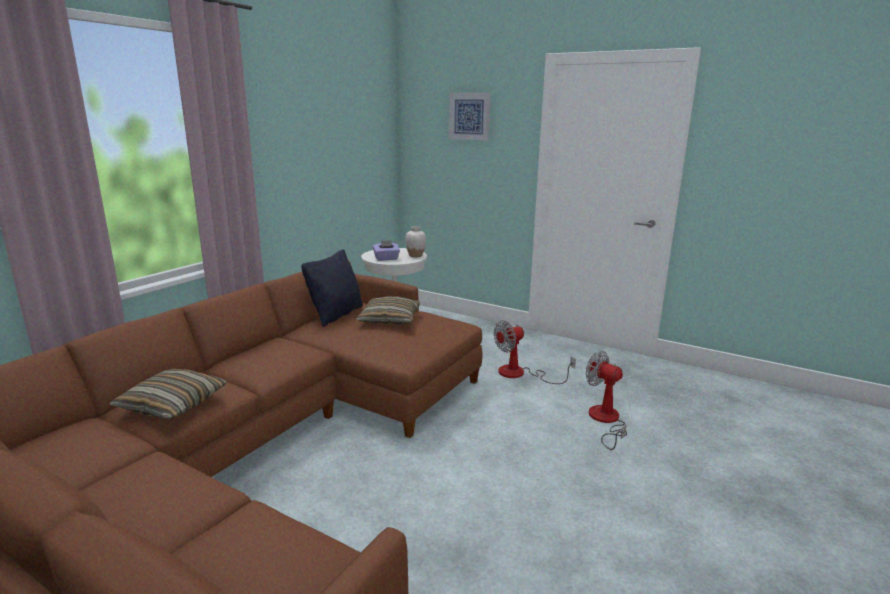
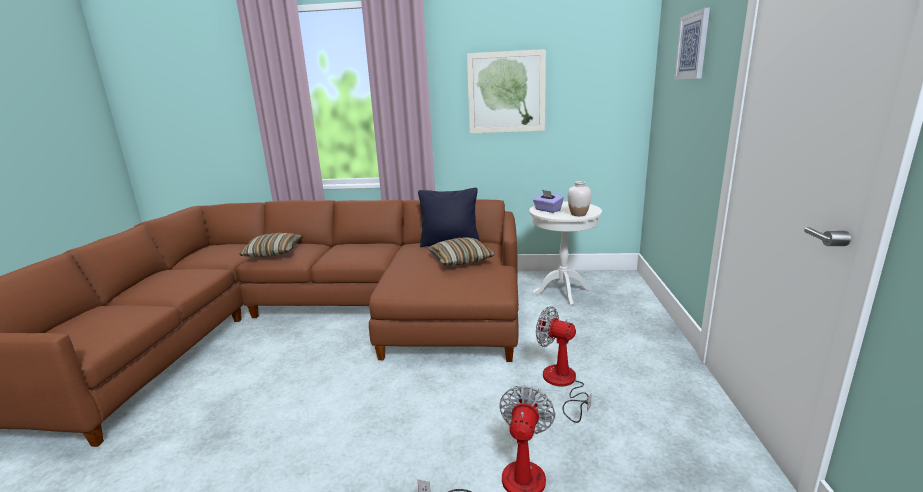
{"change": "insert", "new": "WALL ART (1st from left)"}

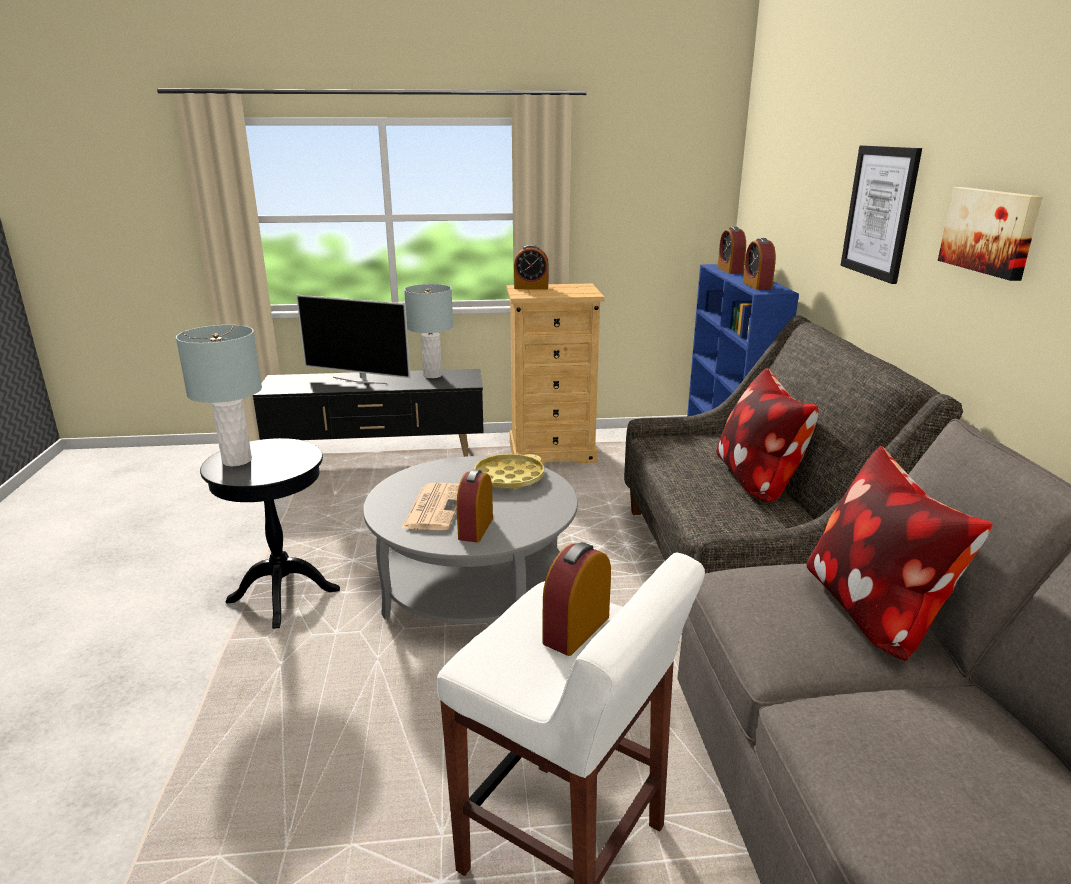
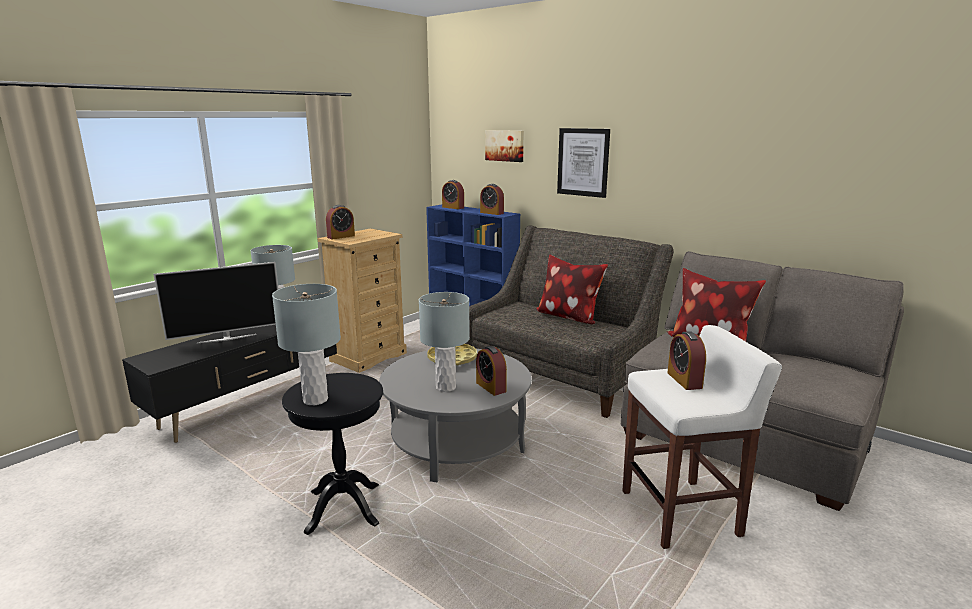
{"change": "move", "old": "WALL ART (2nd from left in the first image)", "new": "WALL ART (1st from left)"}
{"change": "replace", "old": "NEWSPAPER", "new": "GREYISH TABLETOP LAMP (3rd from left)"}

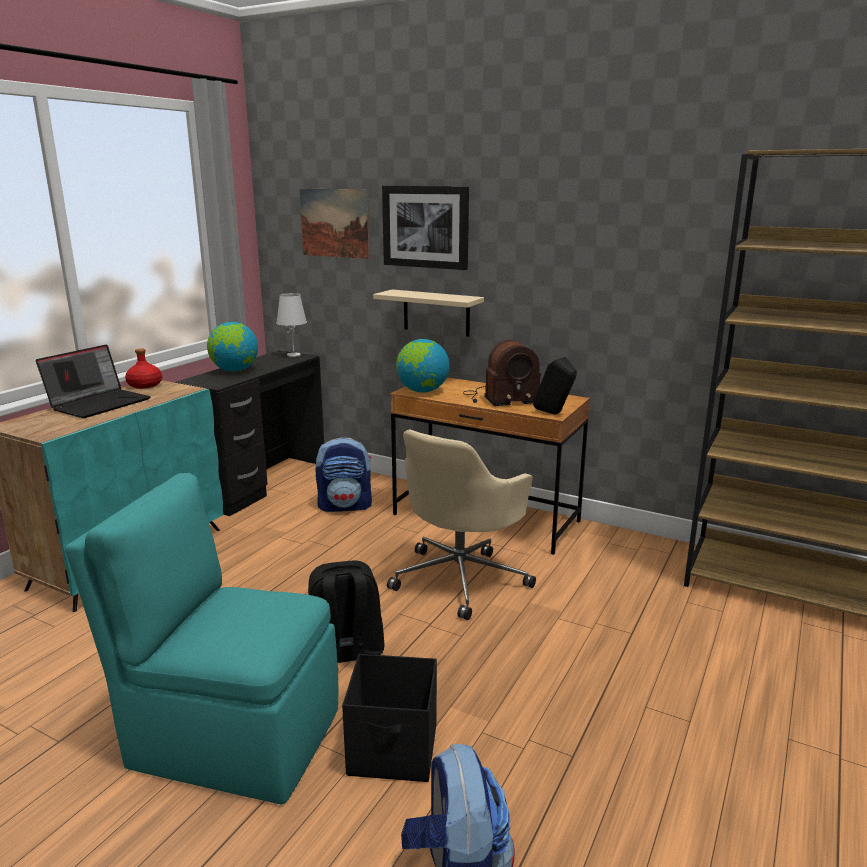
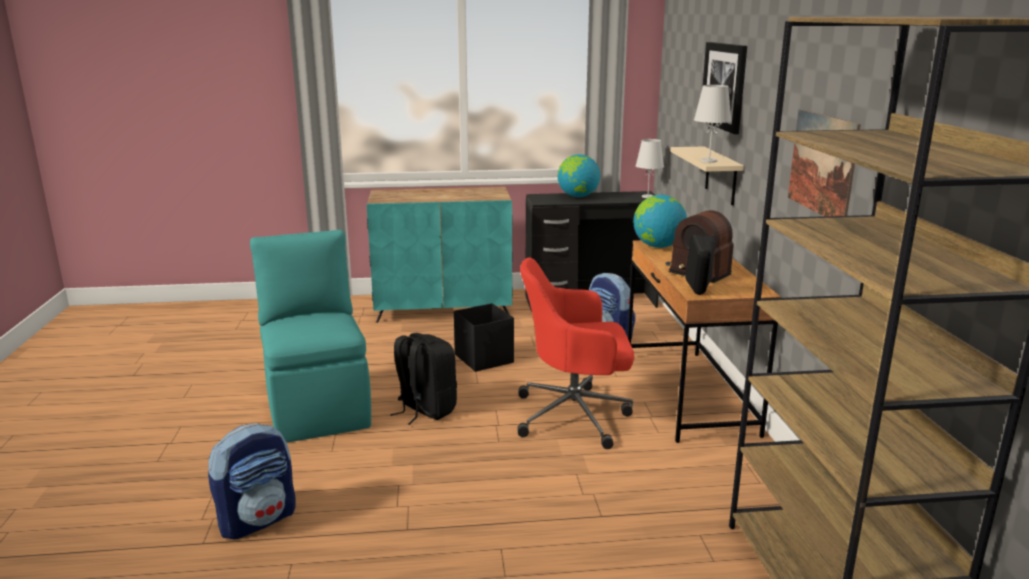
{"change": "delete", "old": "PORTABLE COMPUTER"}
{"change": "delete", "old": "REDDISH BEVERAGE BOTTLE"}
{"change": "insert", "new": "WHITISH TABLETOP LAMP (2nd from left)"}
{"change": "move", "old": "WALL ART (1st from left in the first image)", "new": "WALL ART (2nd from left)"}
{"change": "move", "old": "BLACK-COLOURED STORAGE BIN"}
{"change": "recolor", "old": "BEIGE DESK CHAIR", "new": "REDDISH DESK CHAIR"}

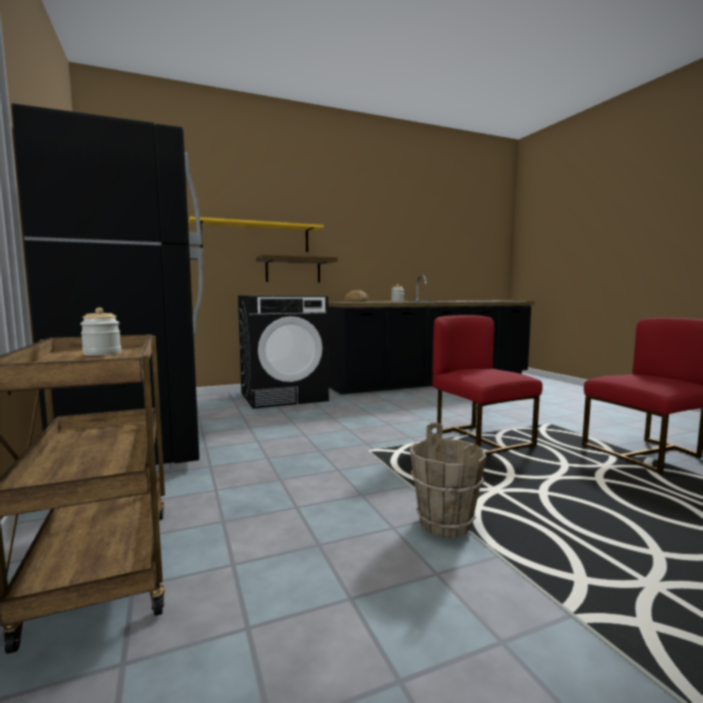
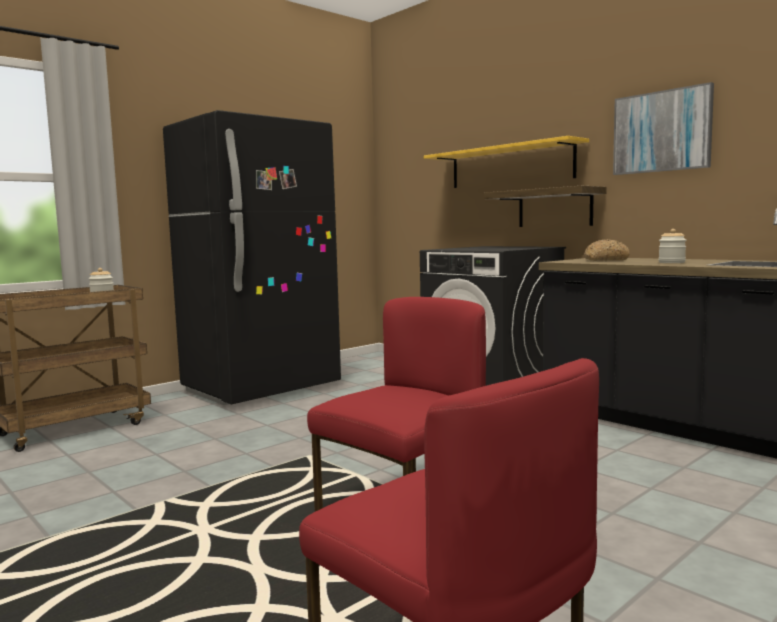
{"change": "delete", "old": "BROWN-COLOURED PAIL"}
{"change": "insert", "new": "WALL ART"}

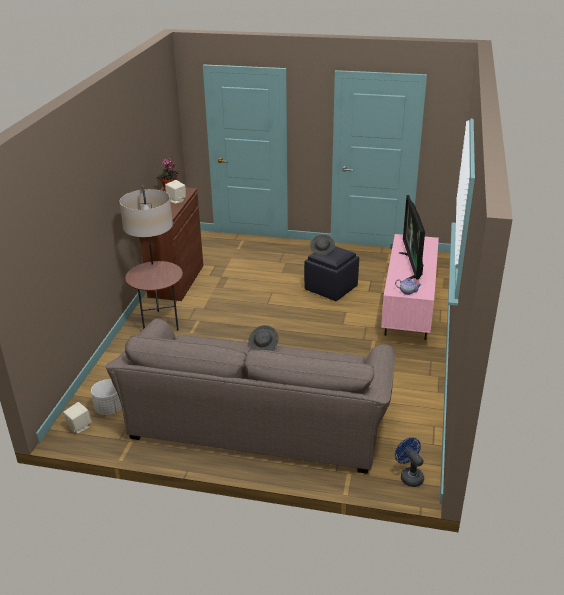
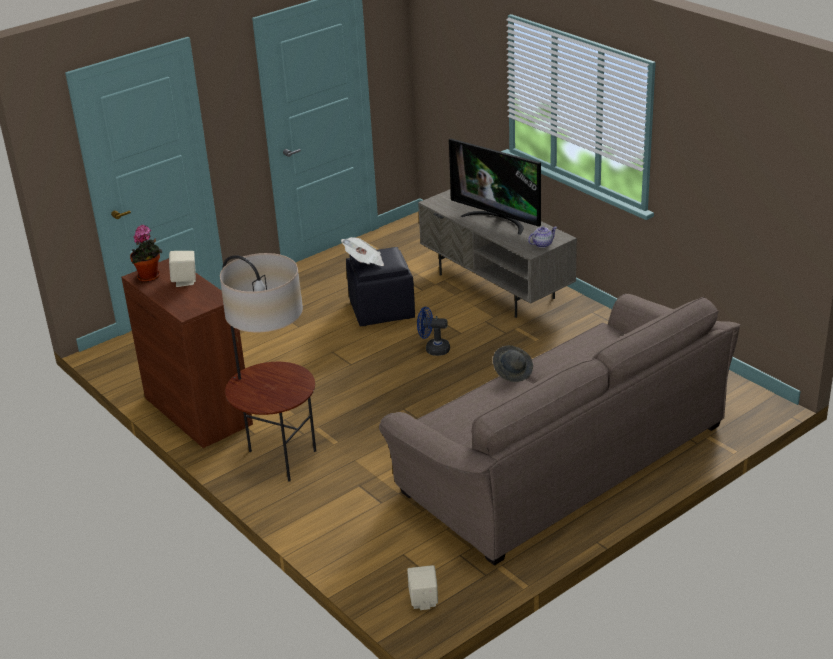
{"change": "delete", "old": "WHITISH FLOWER POT"}
{"change": "move", "old": "BLUE-COLOURED FAN"}
{"change": "replace", "old": "GREYISH HAT (2nd from left)", "new": "NEWSPAPER"}
{"change": "recolor", "old": "PINKISH MEDIA CONSOLE", "new": "GREYISH MEDIA CONSOLE"}

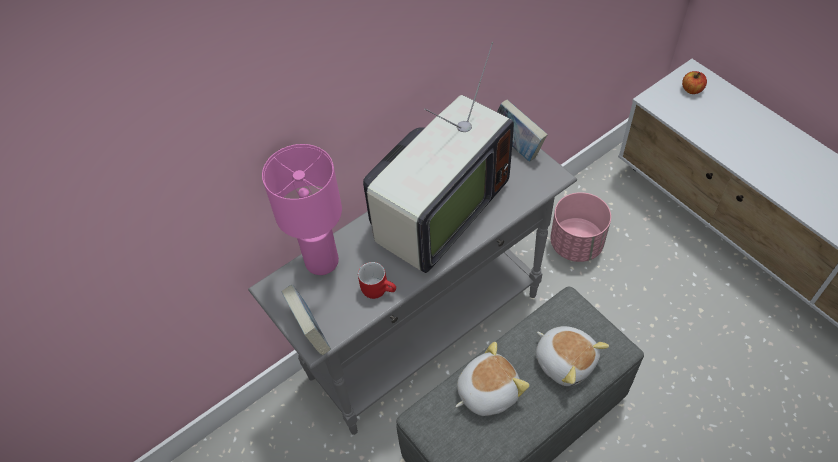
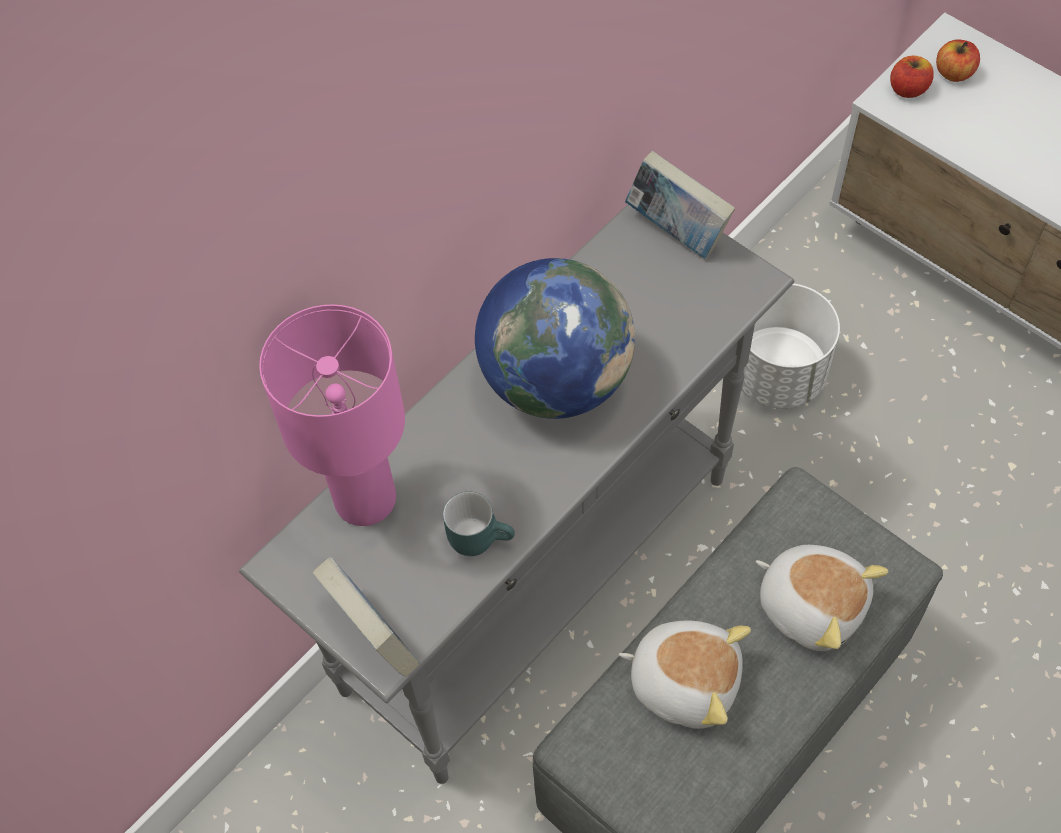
{"change": "insert", "new": "APPLE (1st from left)"}
{"change": "replace", "old": "TV", "new": "GLOBE"}
{"change": "recolor", "old": "REDDISH COFFEE MUG", "new": "TURQUOISE-COLOURED COFFEE MUG"}
{"change": "recolor", "old": "PINKISH FLOWER POT", "new": "WHITISH FLOWER POT"}
{"change": "rotate", "old": "CUDDLY TOY (1st from left)", "degrees": 60}

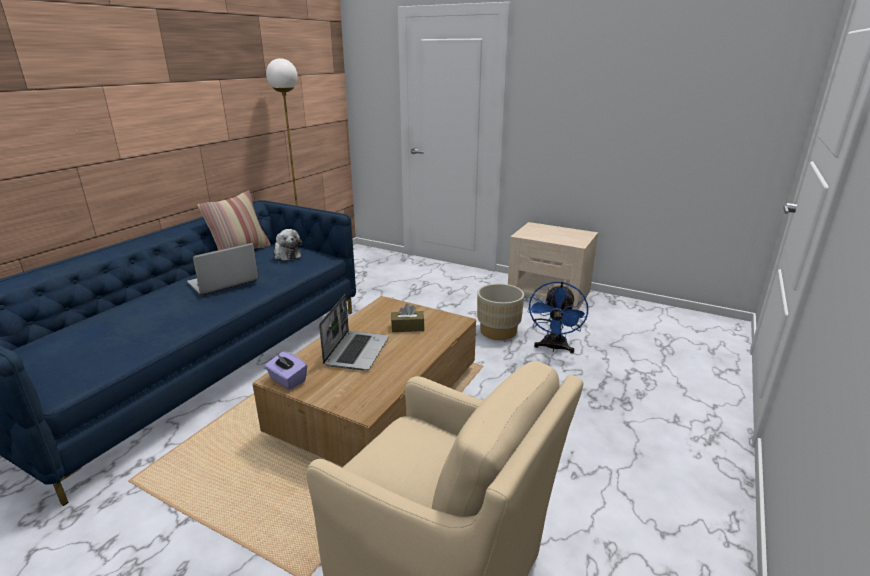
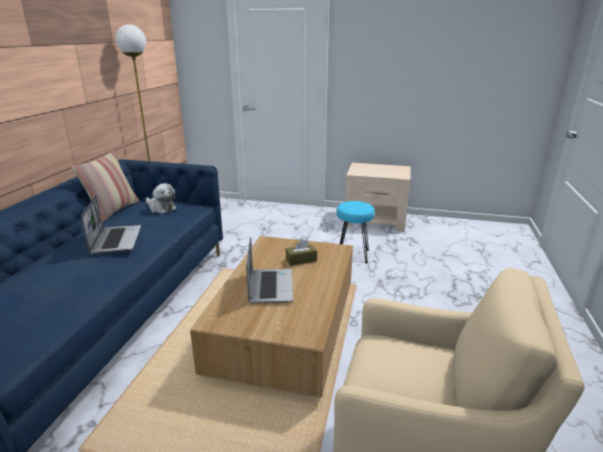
{"change": "delete", "old": "PURPLISH BOX OF TISSUES"}
{"change": "delete", "old": "BLUE-COLOURED FAN"}
{"change": "replace", "old": "BEIGE FLOWER POT", "new": "TURQUOISE-COLOURED SITTING STOOL"}
{"change": "rotate", "old": "PORTABLE COMPUTER (1st from left)", "degrees": 135}

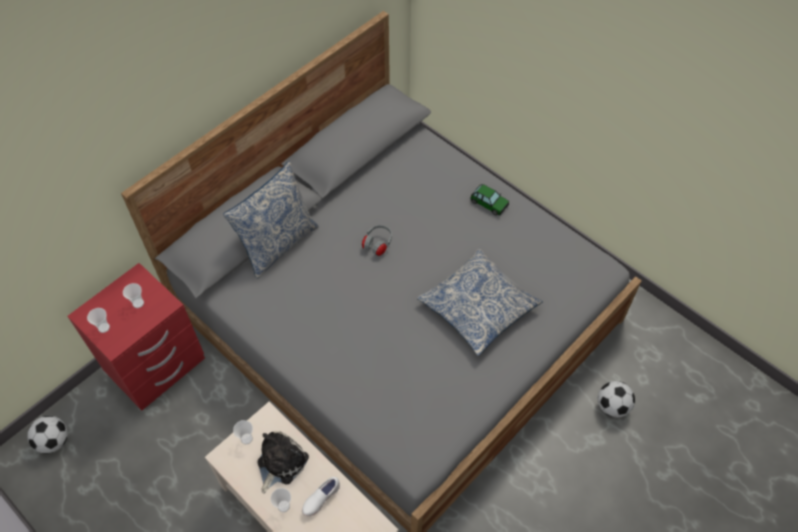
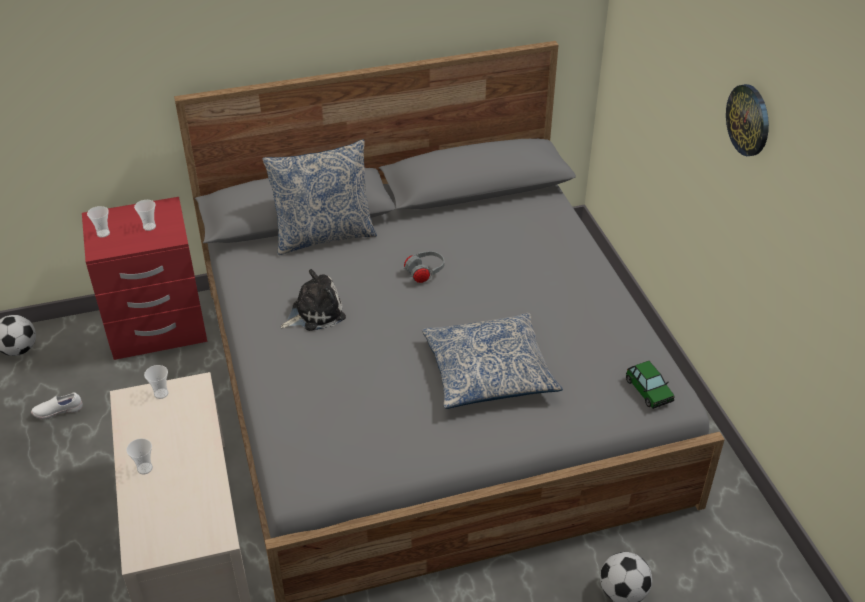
{"change": "insert", "new": "HANGING CLOCK"}
{"change": "move", "old": "CUDDLY TOY"}
{"change": "move", "old": "WHITISH ITEM OF FOOTWEAR"}
{"change": "move", "old": "TOY CAR"}

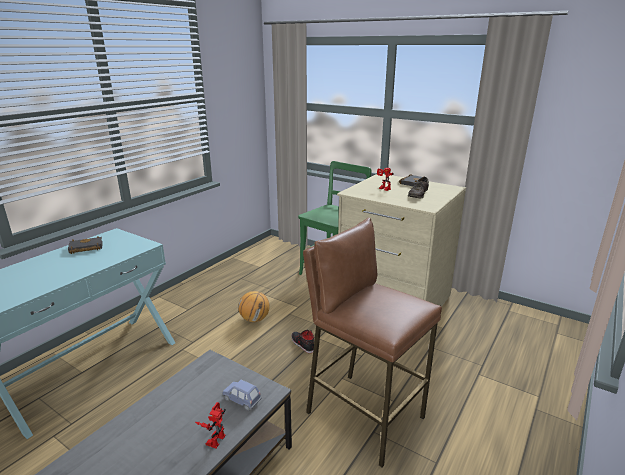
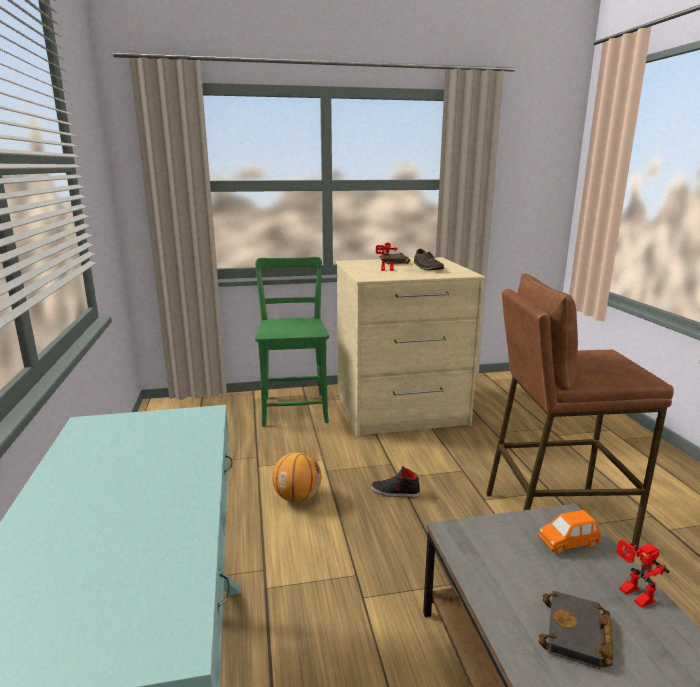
{"change": "move", "old": "BLACK-COLOURED BOUND BOOK (1st from left in the first image)", "new": "BLACK-COLOURED BOUND BOOK (2nd from left)"}
{"change": "recolor", "old": "BLUE-COLOURED TOY CAR", "new": "ORANGEY TOY CAR"}

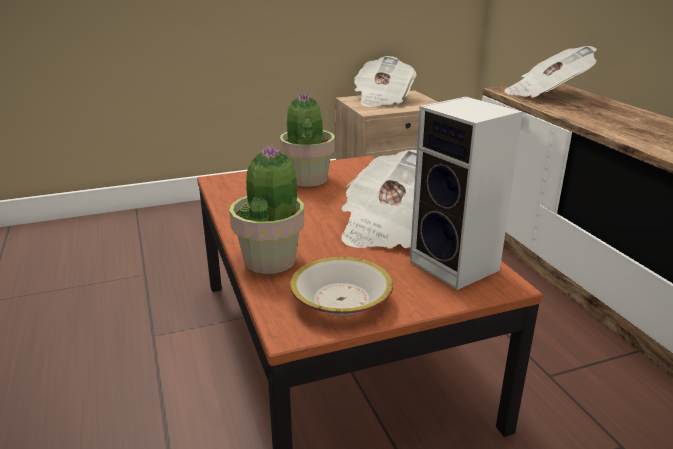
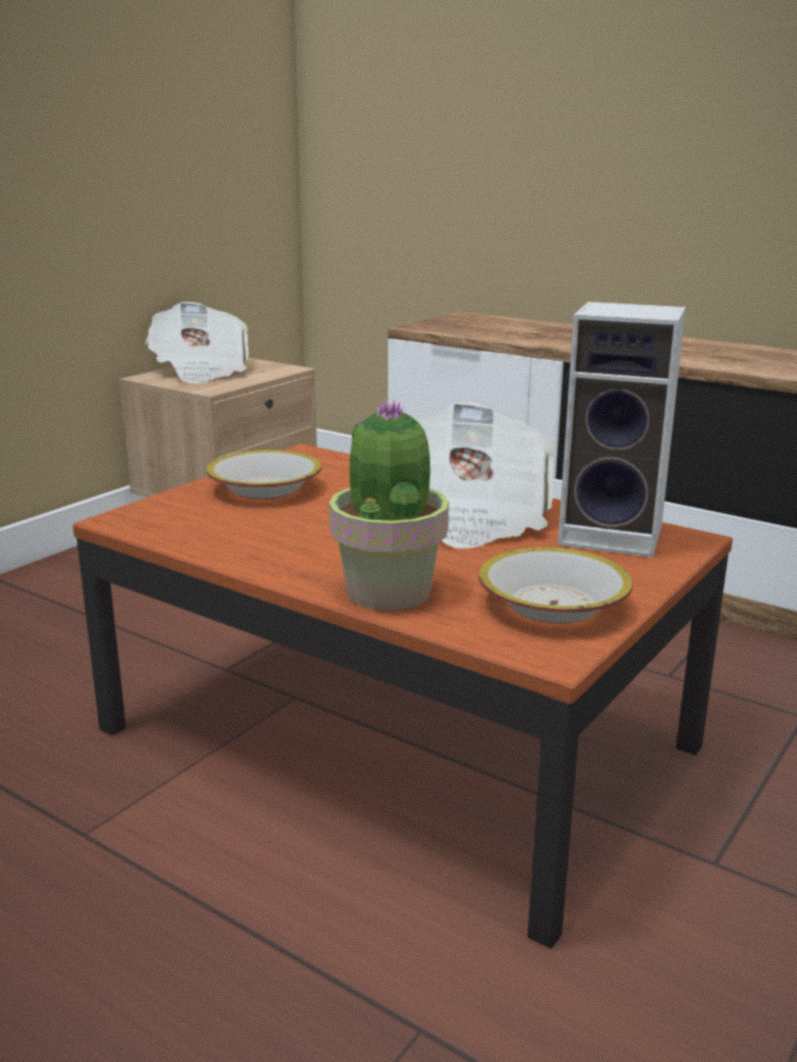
{"change": "delete", "old": "NEWSPAPER (3rd from left)"}
{"change": "replace", "old": "HOUSEPLANT (2nd from left)", "new": "BOWL (1st from left)"}

